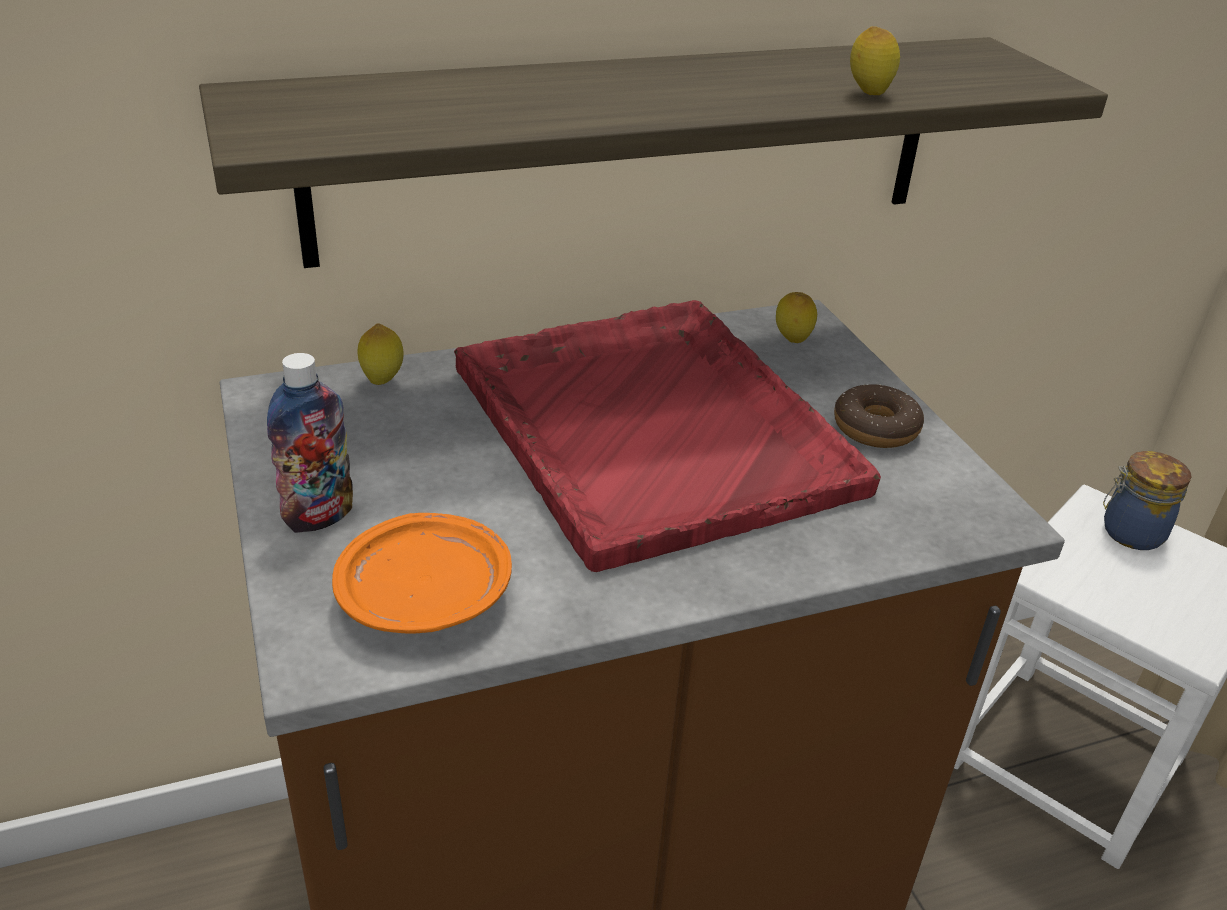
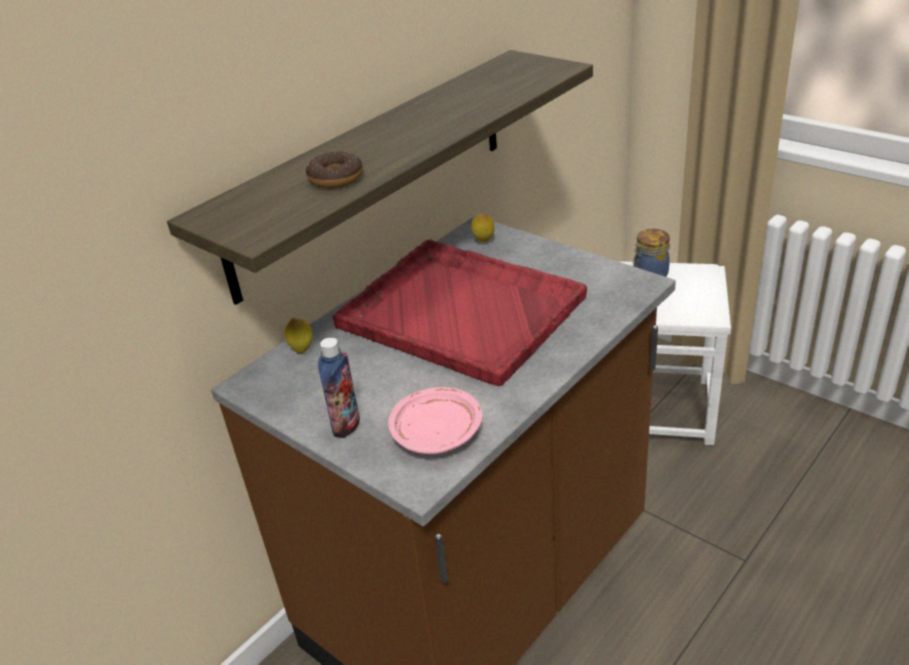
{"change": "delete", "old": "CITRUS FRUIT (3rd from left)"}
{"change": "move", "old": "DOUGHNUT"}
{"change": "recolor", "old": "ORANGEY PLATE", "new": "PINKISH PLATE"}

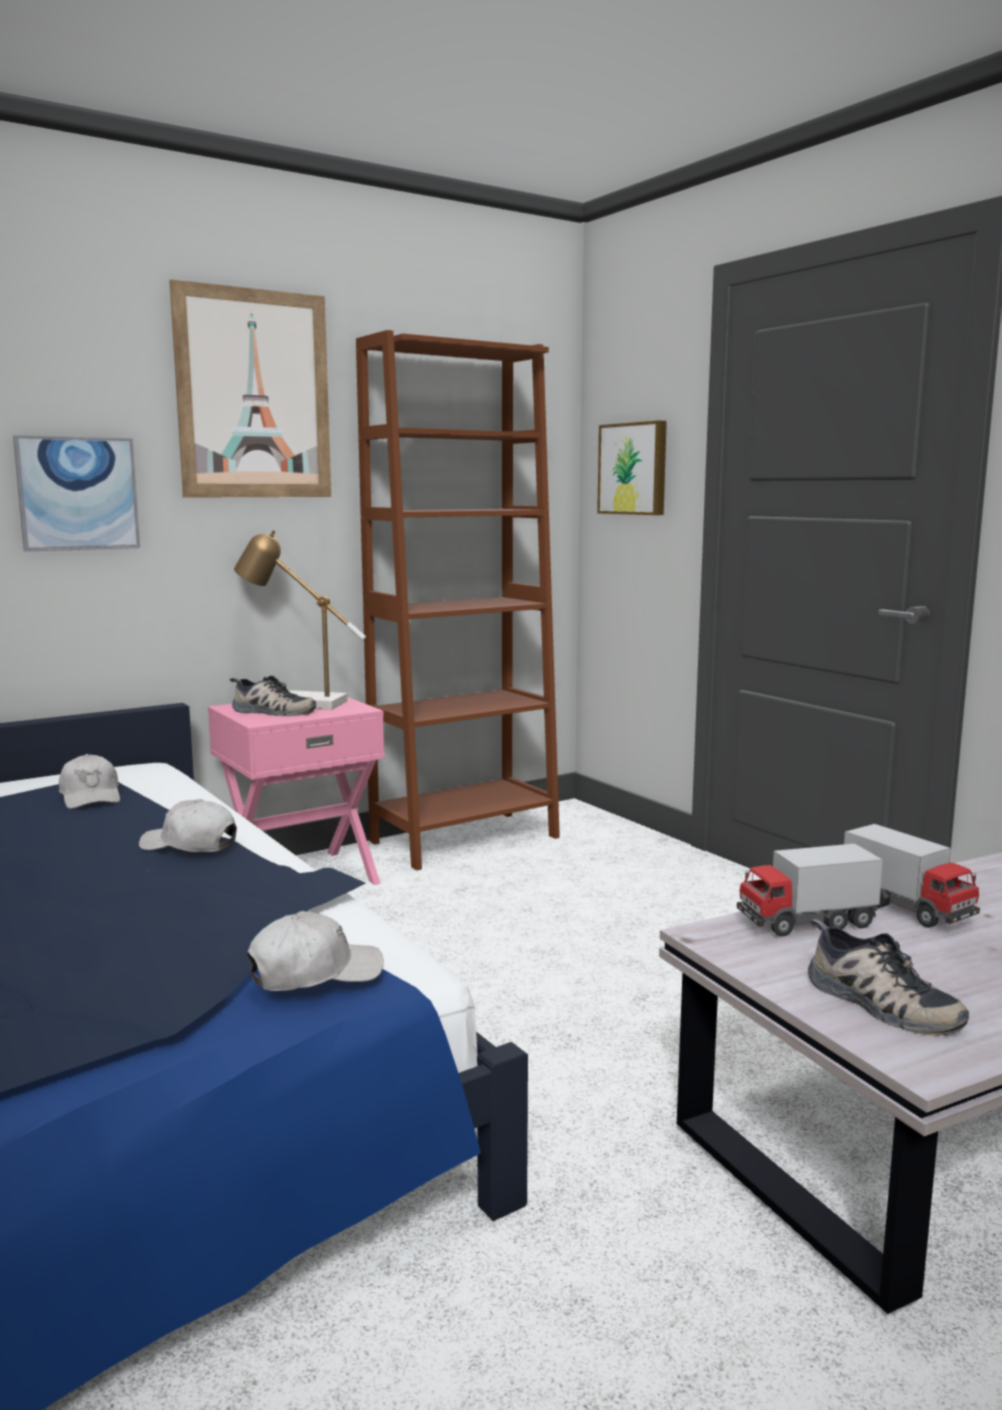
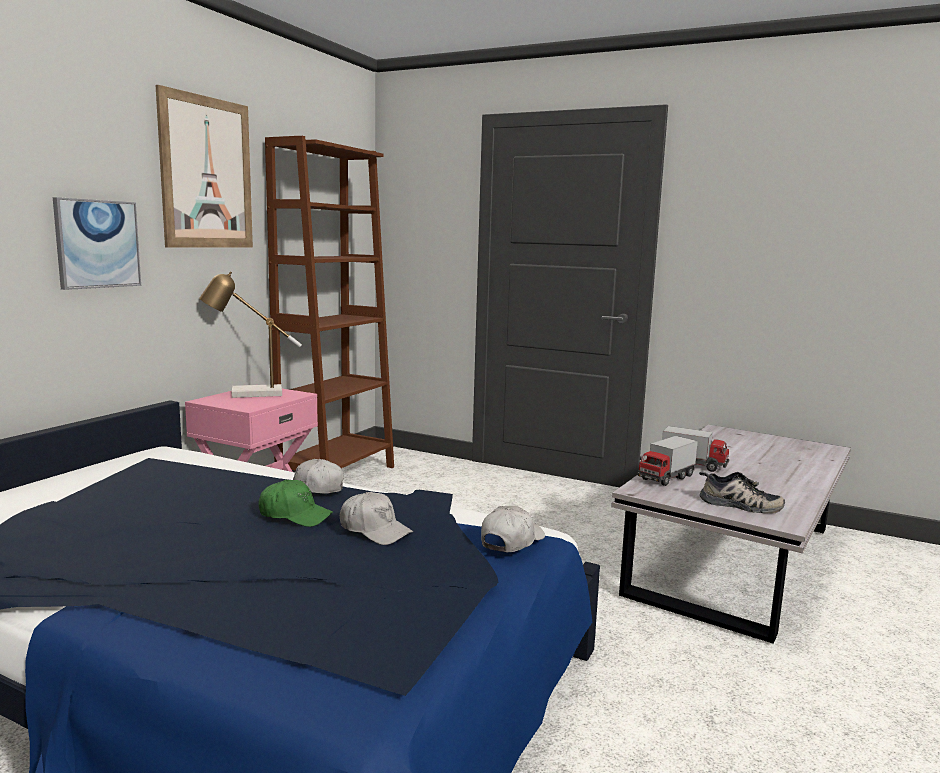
{"change": "delete", "old": "ITEM OF FOOTWEAR (1st from left)"}
{"change": "delete", "old": "WALL ART (3rd from left)"}
{"change": "insert", "new": "GREEN-COLOURED CAP"}
{"change": "move", "old": "WHITISH CAP (1st from left in the first image)", "new": "WHITISH CAP (2nd from left)"}

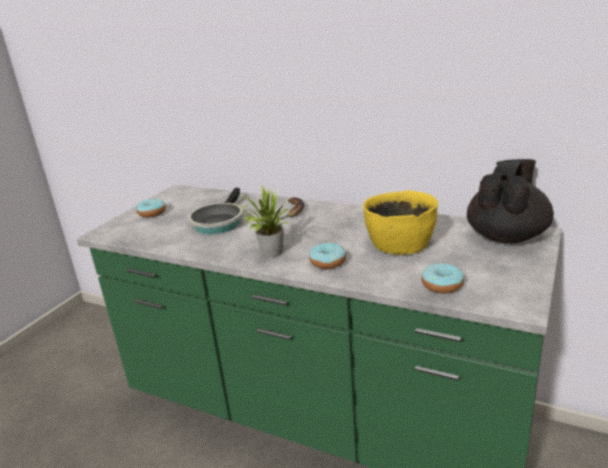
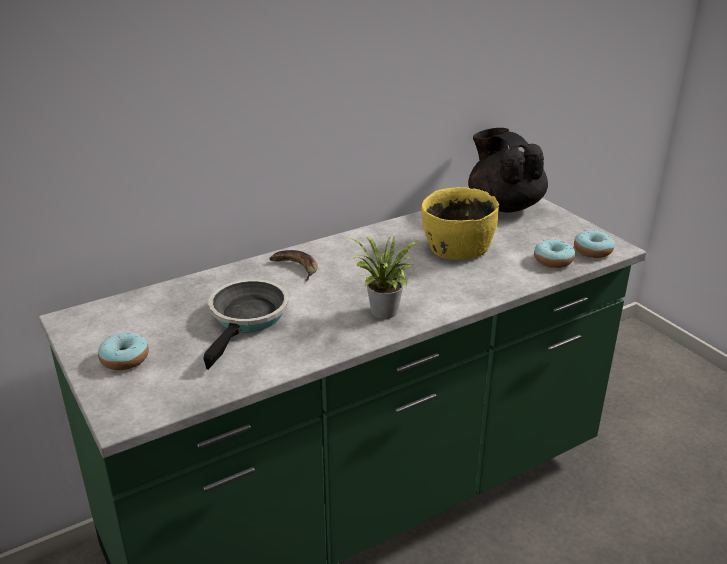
{"change": "move", "old": "DOUGHNUT (2nd from left in the first image)", "new": "DOUGHNUT (3rd from left)"}
{"change": "rotate", "old": "SKILLET", "degrees": -120}

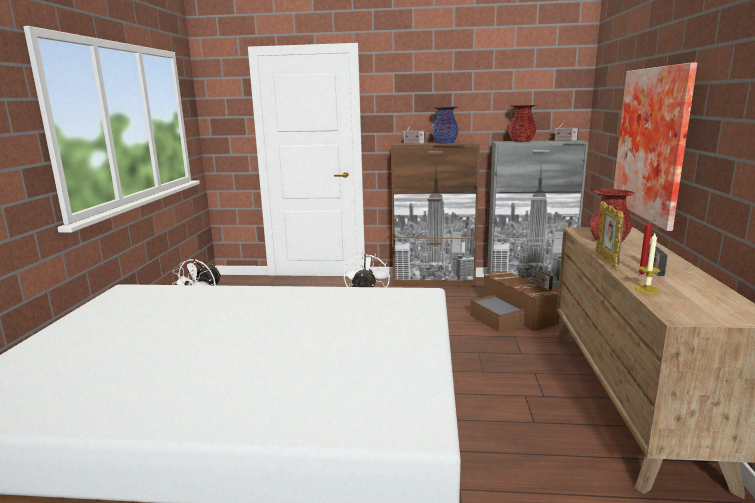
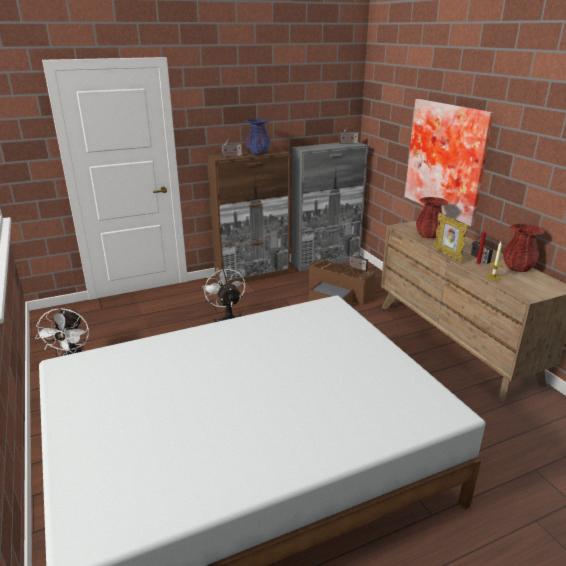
{"change": "move", "old": "REDDISH DECORATIVE VASE (1st from left in the first image)", "new": "REDDISH DECORATIVE VASE (2nd from left)"}

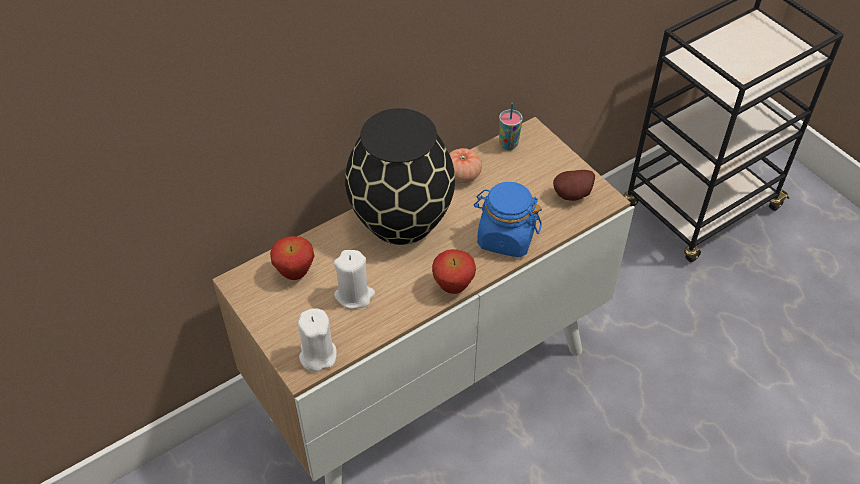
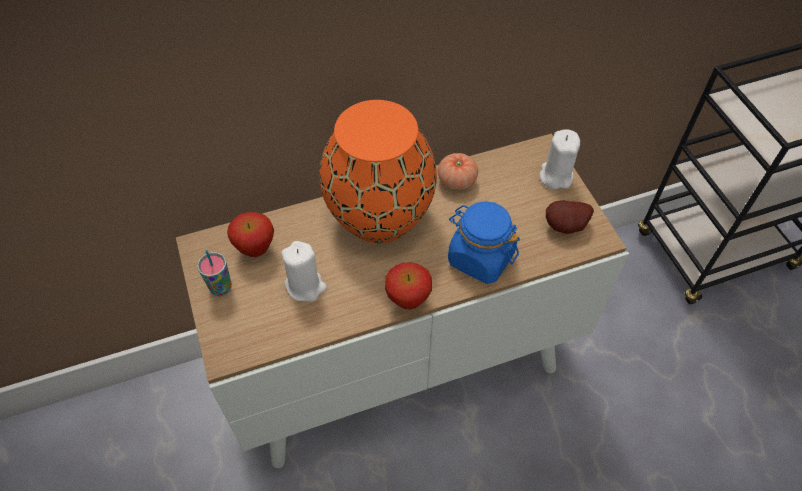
{"change": "move", "old": "WHITISH WAX CANDLE (1st from left in the first image)", "new": "WHITISH WAX CANDLE (2nd from left)"}
{"change": "move", "old": "DRINKING CUP"}
{"change": "recolor", "old": "BLACK-COLOURED DECORATIVE VASE", "new": "ORANGEY DECORATIVE VASE"}

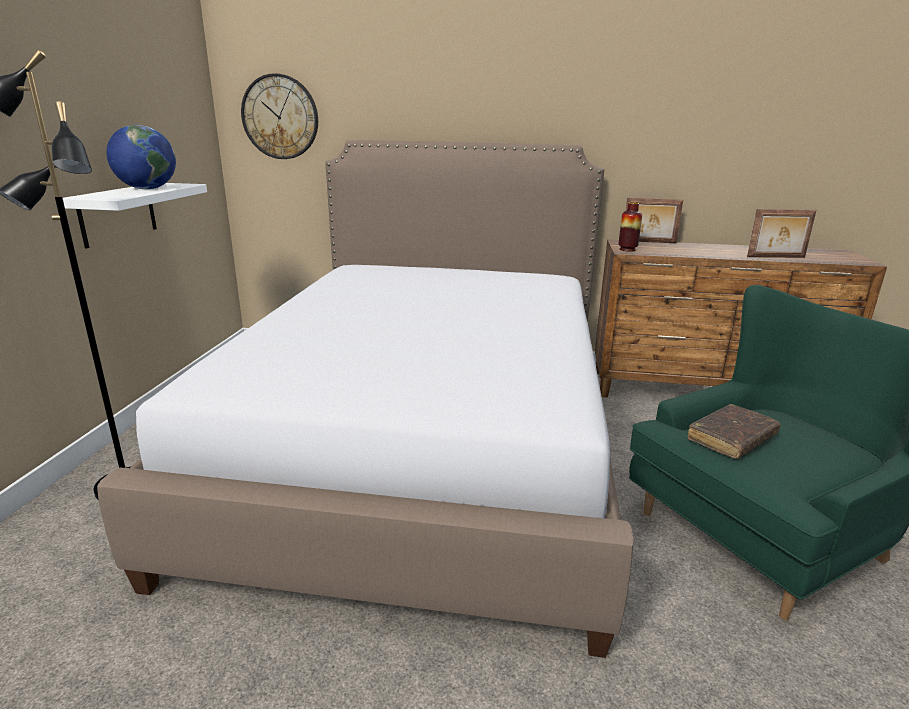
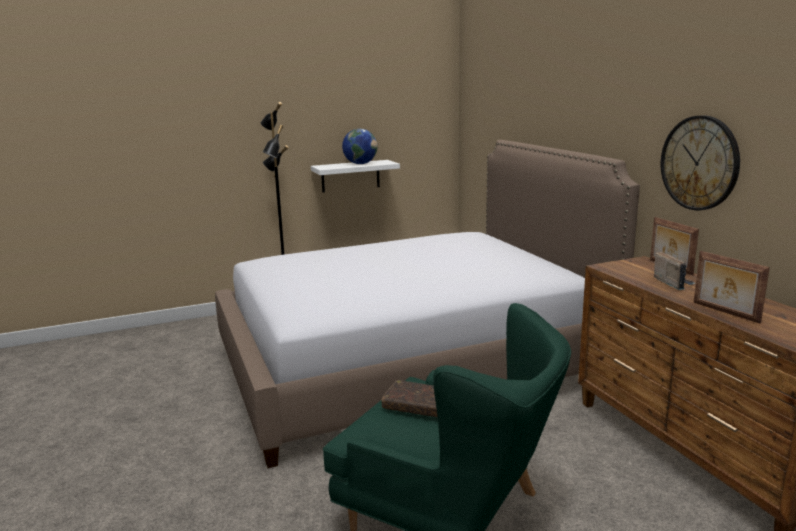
{"change": "delete", "old": "DECORATIVE VASE"}
{"change": "insert", "new": "RADIO SET"}
{"change": "move", "old": "HANGING CLOCK"}

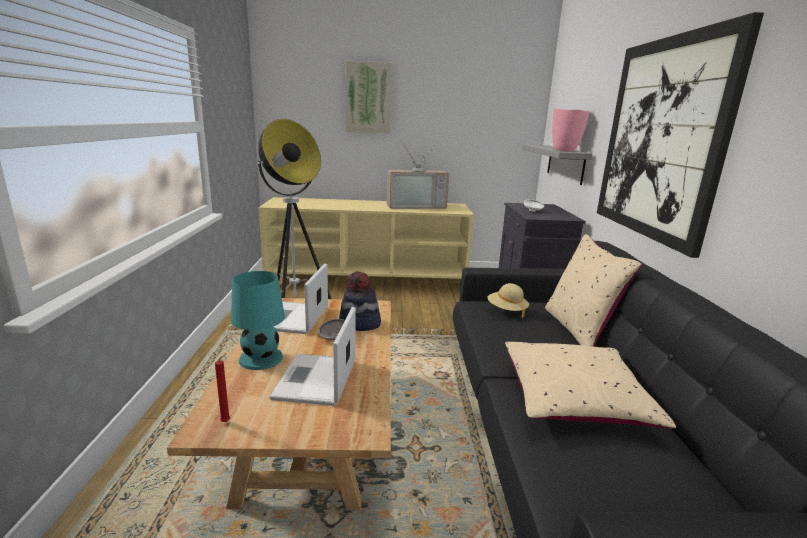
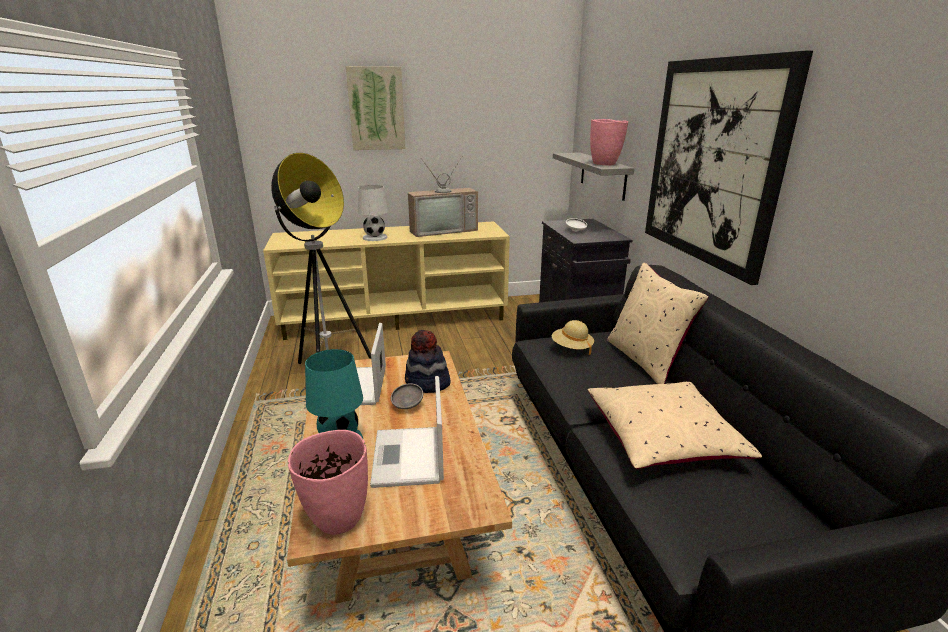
{"change": "insert", "new": "WHITISH TABLETOP LAMP"}
{"change": "replace", "old": "REDDISH WAX CANDLE", "new": "PINKISH DECORATIVE VASE (1st from left)"}

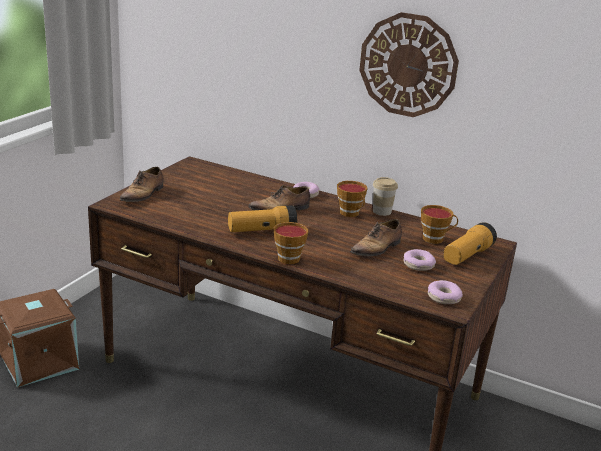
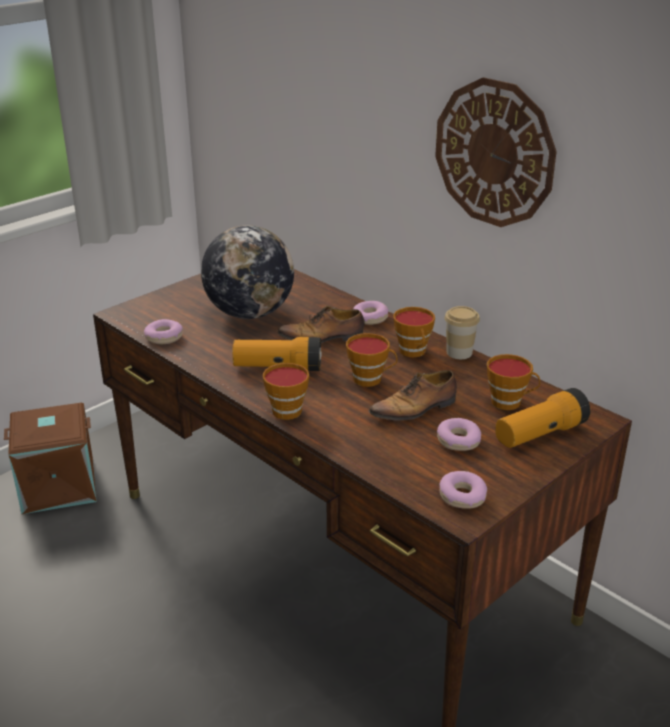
{"change": "delete", "old": "ITEM OF FOOTWEAR (1st from left)"}
{"change": "insert", "new": "DOUGHNUT (1st from left)"}
{"change": "insert", "new": "GLOBE"}
{"change": "insert", "new": "DRINKING CUP (2nd from left)"}

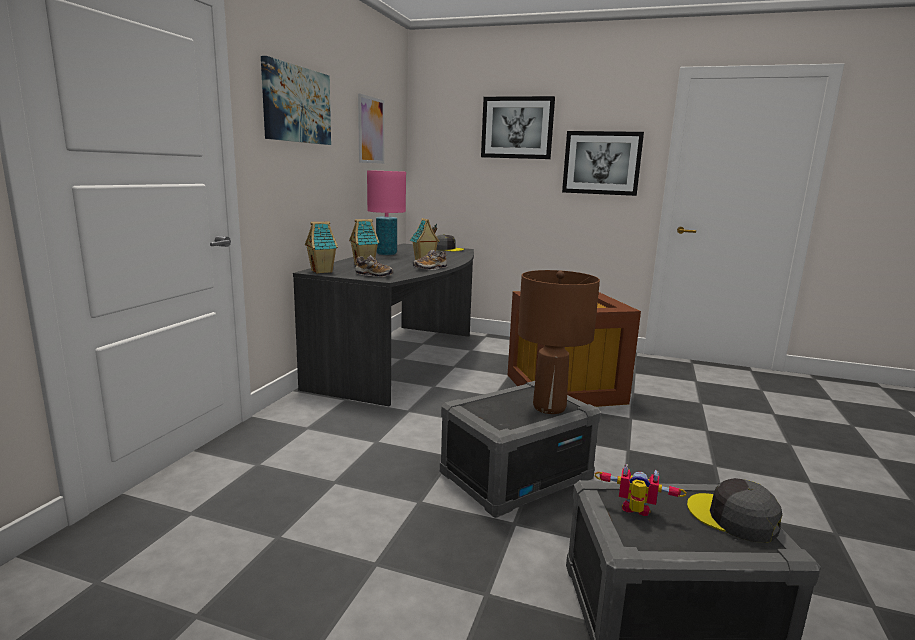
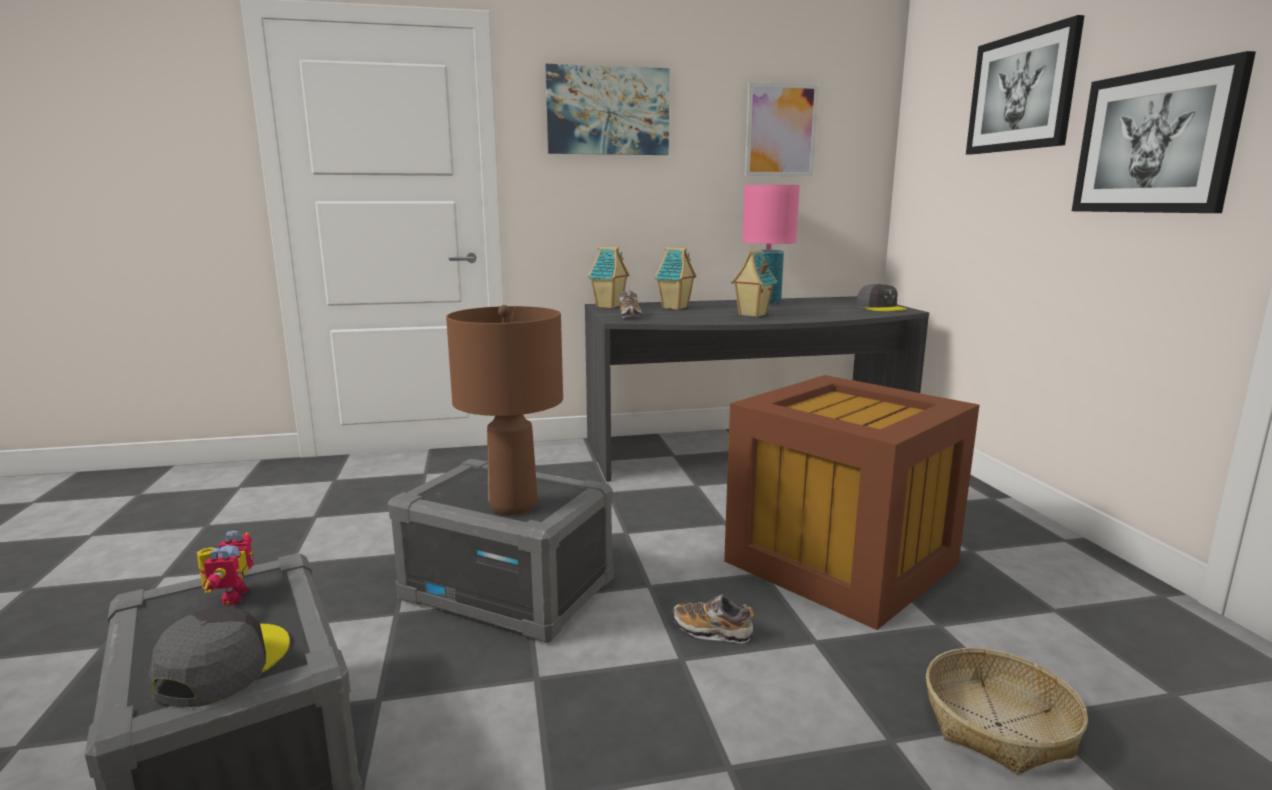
{"change": "insert", "new": "HOUSEHOLD BASKET"}
{"change": "move", "old": "ITEM OF FOOTWEAR (2nd from left)"}

